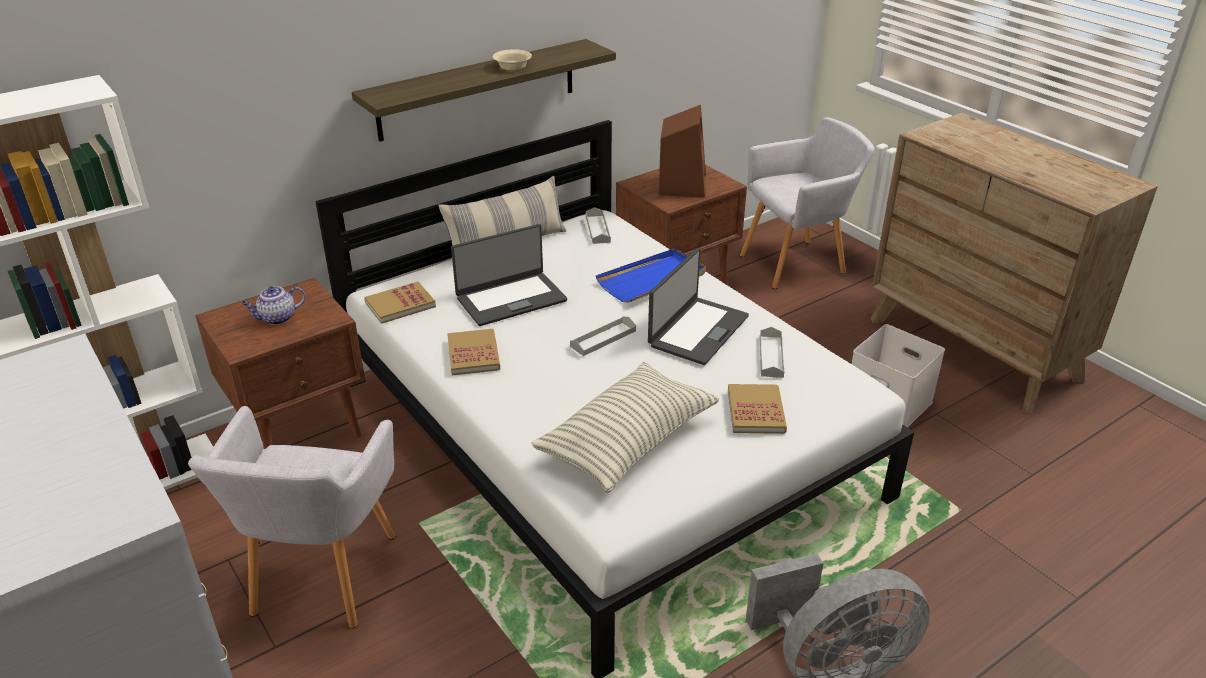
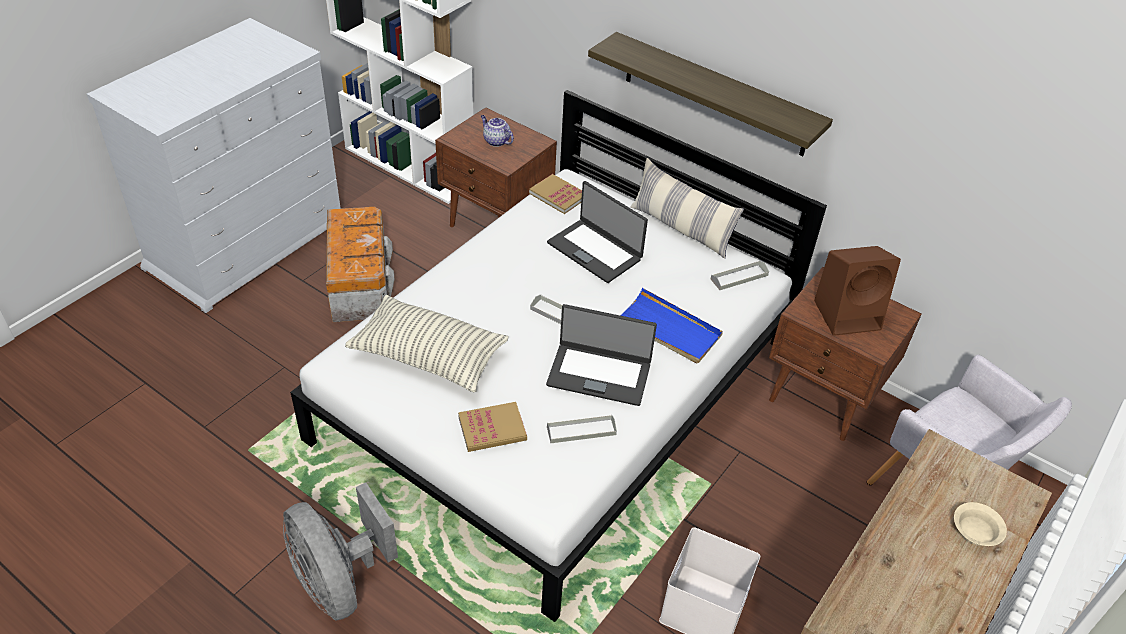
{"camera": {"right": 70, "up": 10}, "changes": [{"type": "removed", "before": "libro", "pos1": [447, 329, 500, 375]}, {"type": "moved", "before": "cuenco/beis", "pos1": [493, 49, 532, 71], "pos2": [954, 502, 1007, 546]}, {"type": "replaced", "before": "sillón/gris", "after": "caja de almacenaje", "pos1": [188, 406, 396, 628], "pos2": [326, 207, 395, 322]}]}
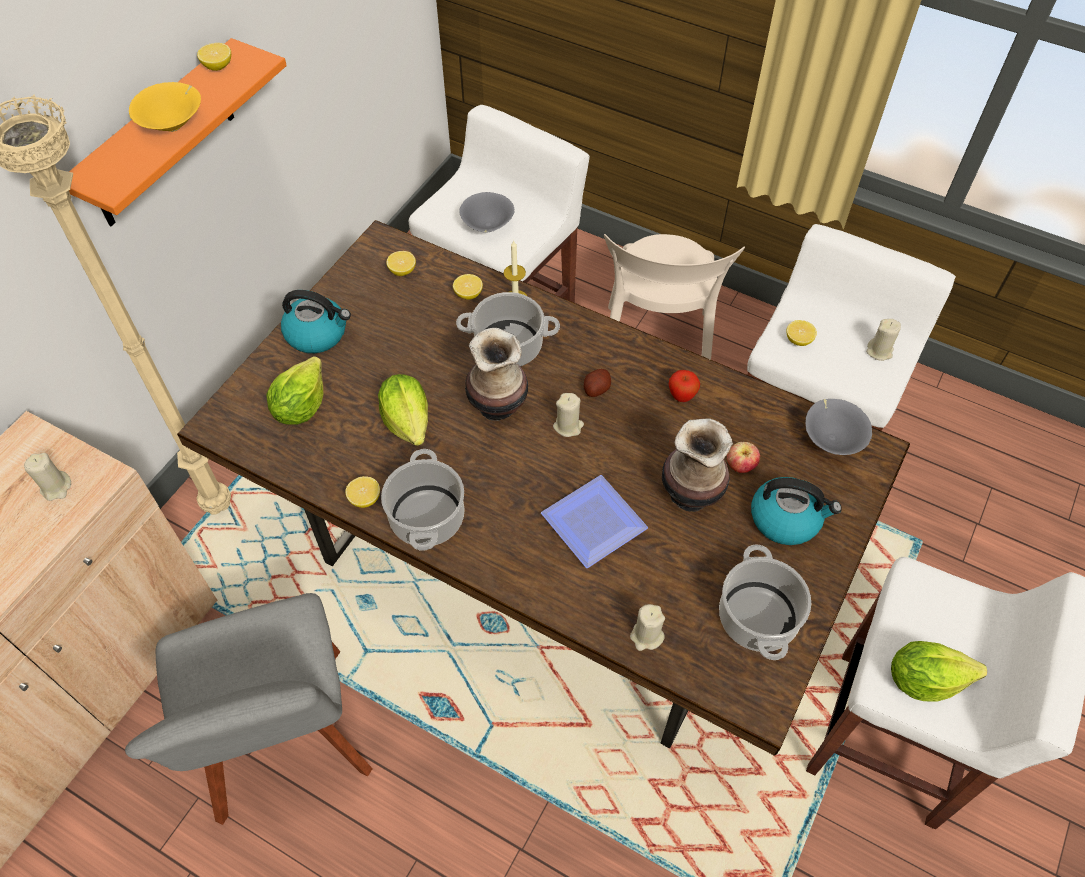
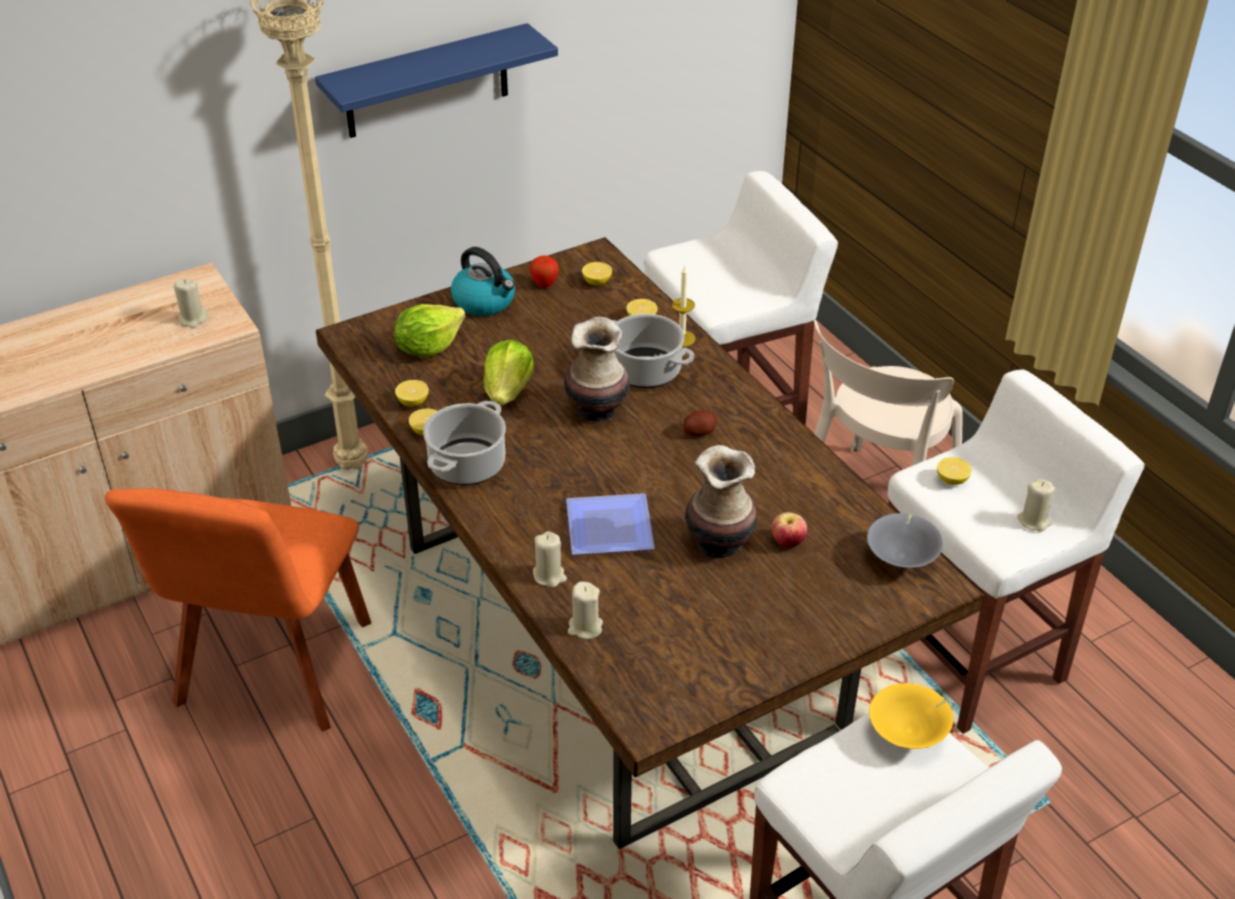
{"camera": {"right": 30, "up": -15}, "changes": [{"type": "removed", "before": "cuenco/gris", "pos1": [459, 192, 515, 233]}, {"type": "removed", "before": "olla", "pos1": [719, 544, 811, 660]}, {"type": "removed", "before": "hervidor", "pos1": [751, 477, 842, 545]}, {"type": "removed", "before": "lechuga", "pos1": [891, 641, 987, 702]}, {"type": "moved", "before": "cuenco/amarillo", "pos1": [129, 82, 201, 132], "pos2": [869, 683, 954, 749]}, {"type": "moved", "before": "limón", "pos1": [197, 43, 231, 71], "pos2": [395, 380, 429, 407]}, {"type": "moved", "before": "vela/beis", "pos1": [553, 393, 584, 437], "pos2": [533, 531, 567, 588]}, {"type": "moved", "before": "manzana", "pos1": [669, 370, 700, 402], "pos2": [530, 256, 559, 288]}, {"type": "recoloured", "before": "estante/naranja", "after": "estante/azul", "pos1": [69, 38, 287, 226], "pos2": [315, 23, 558, 138]}, {"type": "recoloured", "before": "silla/gris", "after": "silla/naranja", "pos1": [125, 593, 373, 825], "pos2": [105, 488, 371, 732]}]}
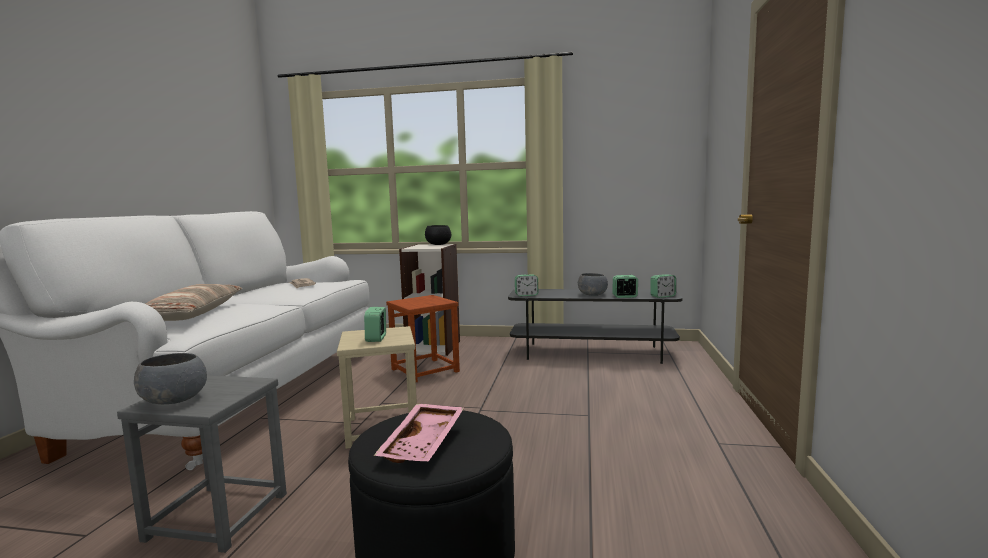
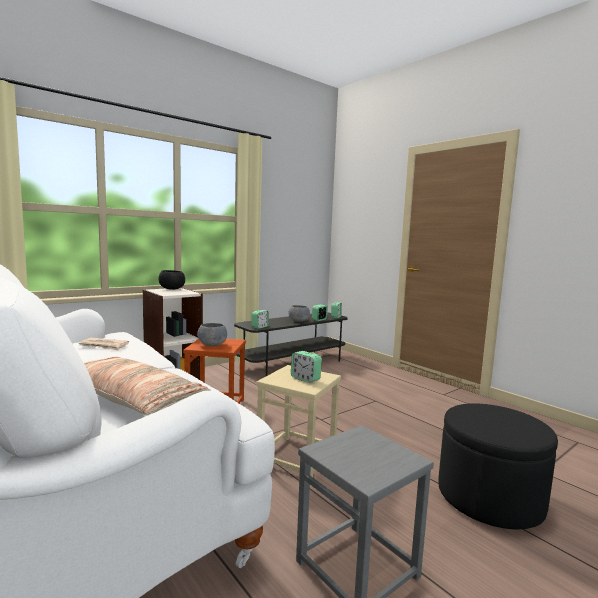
{"camera": {"right": -50, "up": 0}, "changes": [{"type": "removed", "before": "bandeja/rosa", "pos1": [374, 404, 464, 463]}, {"type": "moved", "before": "cuenco/gris", "pos1": [134, 353, 207, 404], "pos2": [197, 323, 227, 346]}]}
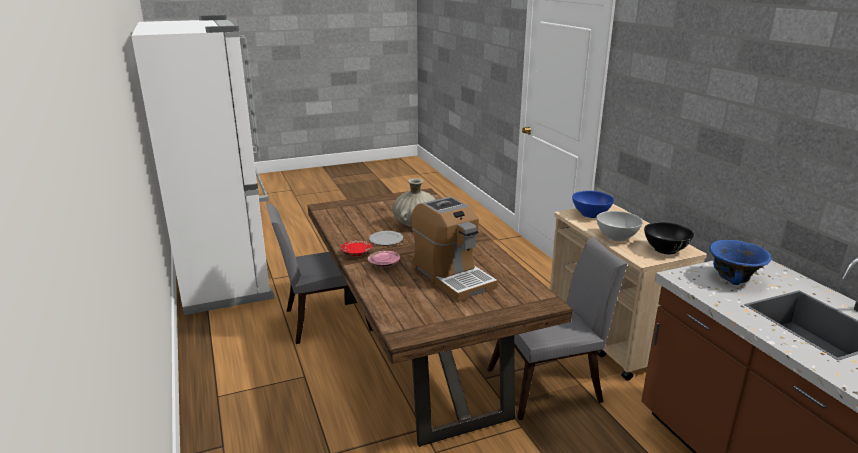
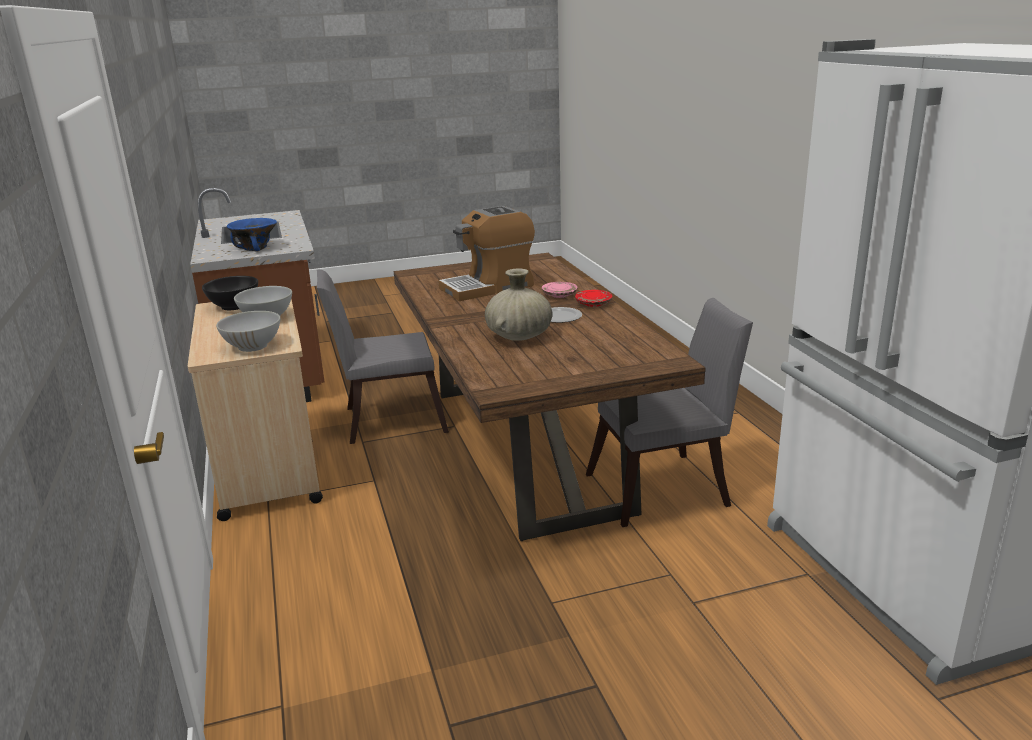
{"camera": {"right": -175, "up": 0}, "changes": [{"type": "recoloured", "before": "cuenco/azul", "after": "cuenco/blanco", "pos1": [572, 191, 614, 218], "pos2": [216, 311, 280, 352]}, {"type": "turned", "before": "cafetera", "pos1": [411, 196, 498, 301], "pos2": [438, 206, 535, 301], "turn": -90}]}
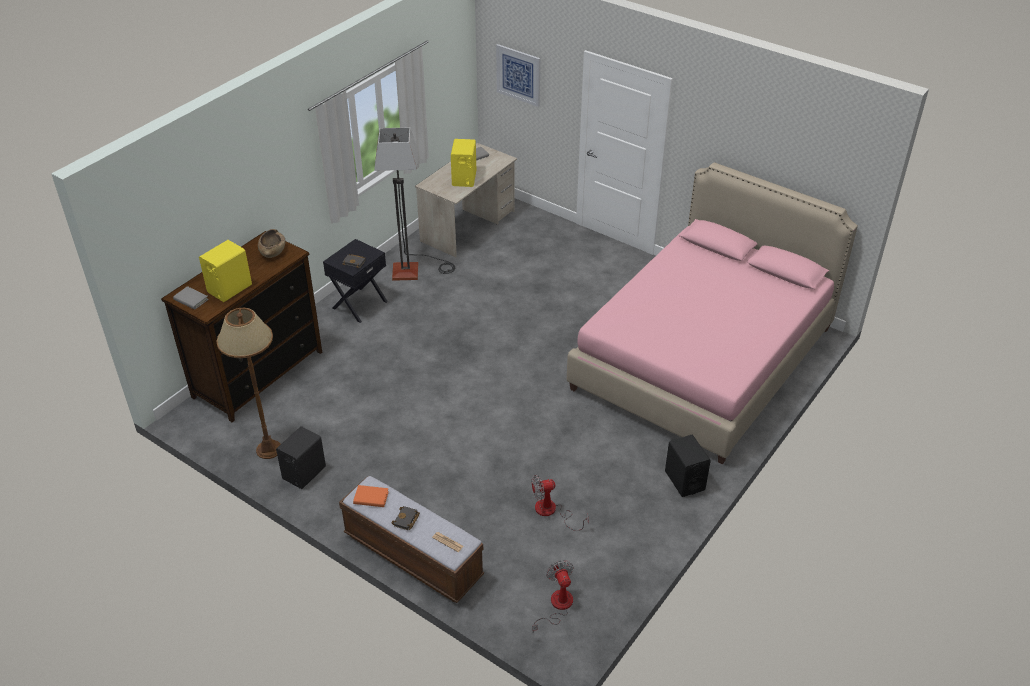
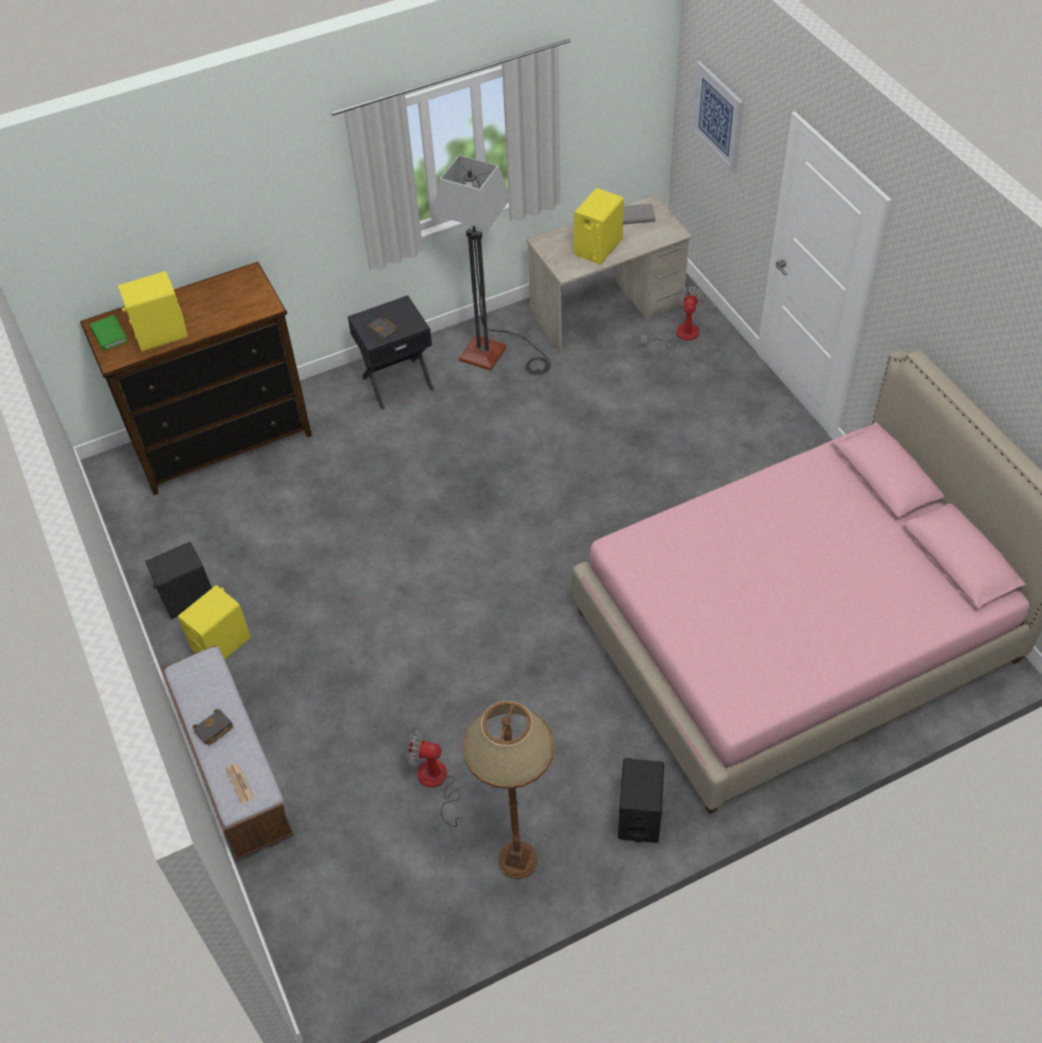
{"camera": {"right": 30, "up": 10}, "changes": [{"type": "removed", "before": "cuenco/marrón", "pos1": [258, 229, 285, 258]}, {"type": "removed", "before": "libro/naranja", "pos1": [353, 485, 389, 507]}, {"type": "added", "after": "altavoz/amarillo", "pos2": [177, 585, 251, 659]}, {"type": "moved", "before": "lámpara de pie/marrón", "pos1": [216, 308, 281, 459], "pos2": [463, 701, 555, 879]}, {"type": "moved", "before": "ventilador", "pos1": [532, 560, 574, 632], "pos2": [641, 286, 706, 349]}, {"type": "recoloured", "before": "libro/gris", "after": "libro/verde", "pos1": [173, 286, 209, 310], "pos2": [90, 315, 128, 351]}]}
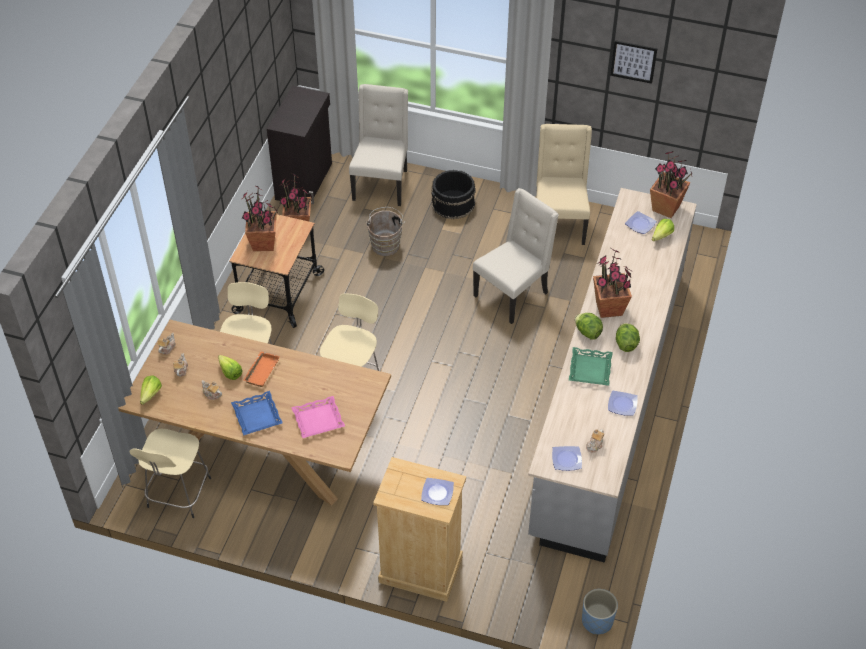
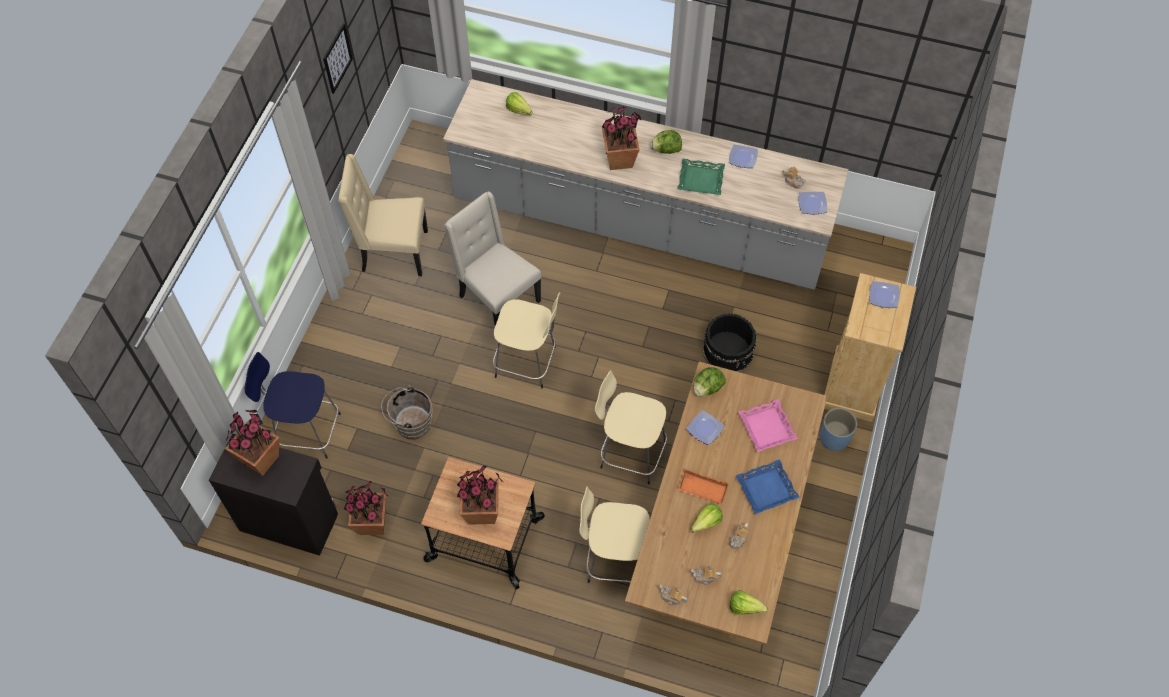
{"camera": {"right": -90, "up": 10}, "changes": [{"type": "moved", "before": "taburete/beis", "pos1": [129, 429, 211, 518], "pos2": [493, 292, 560, 388]}, {"type": "moved", "before": "cubo/negro", "pos1": [431, 170, 476, 219], "pos2": [702, 313, 757, 372]}, {"type": "moved", "before": "lechuga", "pos1": [575, 313, 603, 340], "pos2": [693, 367, 726, 397]}, {"type": "moved", "before": "maceta/azul", "pos1": [582, 589, 618, 635], "pos2": [820, 408, 857, 451]}, {"type": "moved", "before": "plato", "pos1": [625, 211, 657, 234], "pos2": [686, 410, 725, 445]}, {"type": "moved", "before": "planta en maceta", "pos1": [650, 151, 692, 218], "pos2": [225, 410, 279, 476]}, {"type": "replaced", "before": "silla/beis", "after": "taburete/azul", "pos1": [349, 84, 408, 206], "pos2": [245, 352, 341, 459]}]}
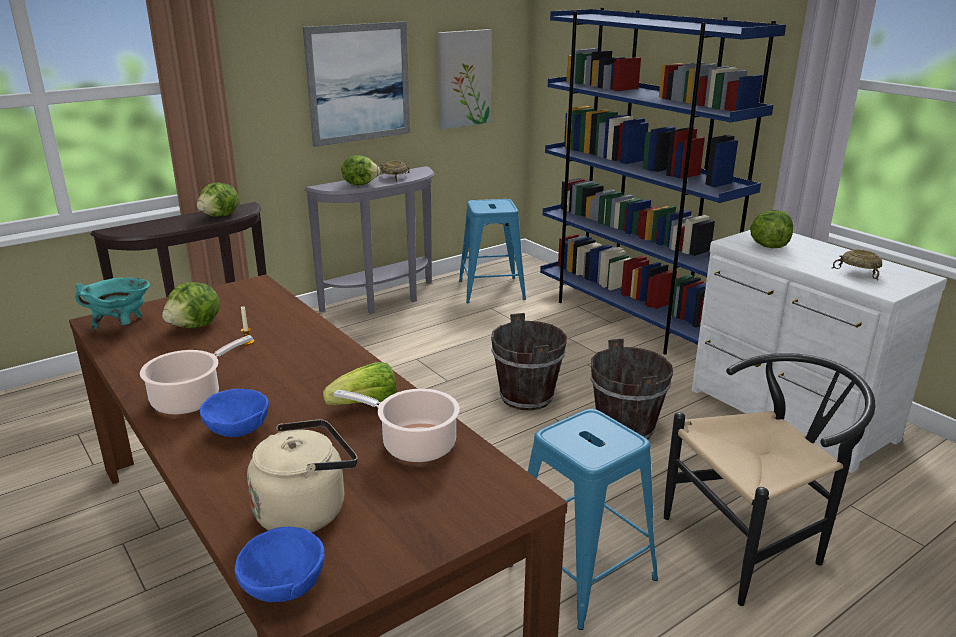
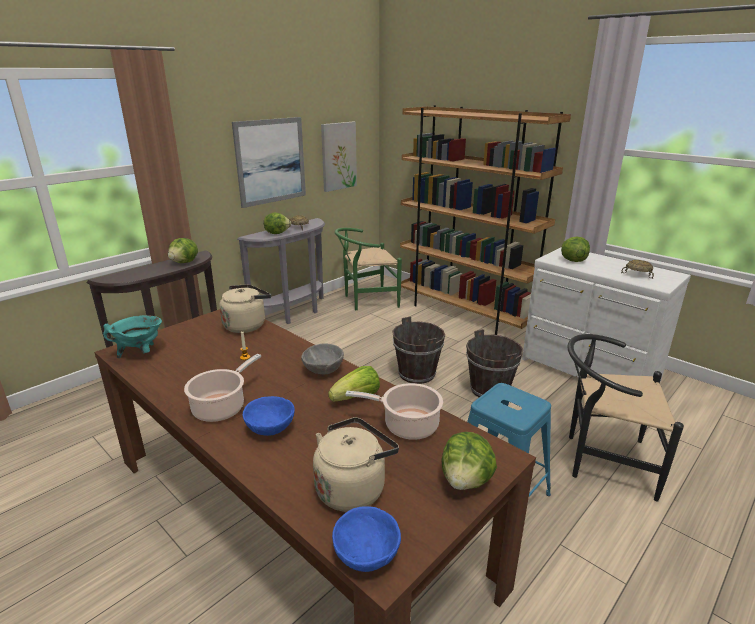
{"camera": {"right": -10, "up": 0}, "changes": [{"type": "added", "after": "hervidor/beis", "pos2": [219, 284, 271, 333]}, {"type": "added", "after": "cuenco/gris", "pos2": [301, 343, 344, 374]}, {"type": "moved", "before": "lechuga", "pos1": [162, 282, 220, 328], "pos2": [442, 432, 497, 490]}, {"type": "replaced", "before": "taburete/azul", "after": "silla/verde", "pos1": [459, 199, 526, 303], "pos2": [335, 228, 402, 310]}, {"type": "recoloured", "before": "estantería/azul", "after": "estantería/marrón", "pos1": [540, 8, 786, 354], "pos2": [400, 105, 571, 335]}, {"type": "turned", "before": "silla/negro", "pos1": [664, 353, 875, 606], "pos2": [567, 334, 684, 502], "turn": -135}]}
